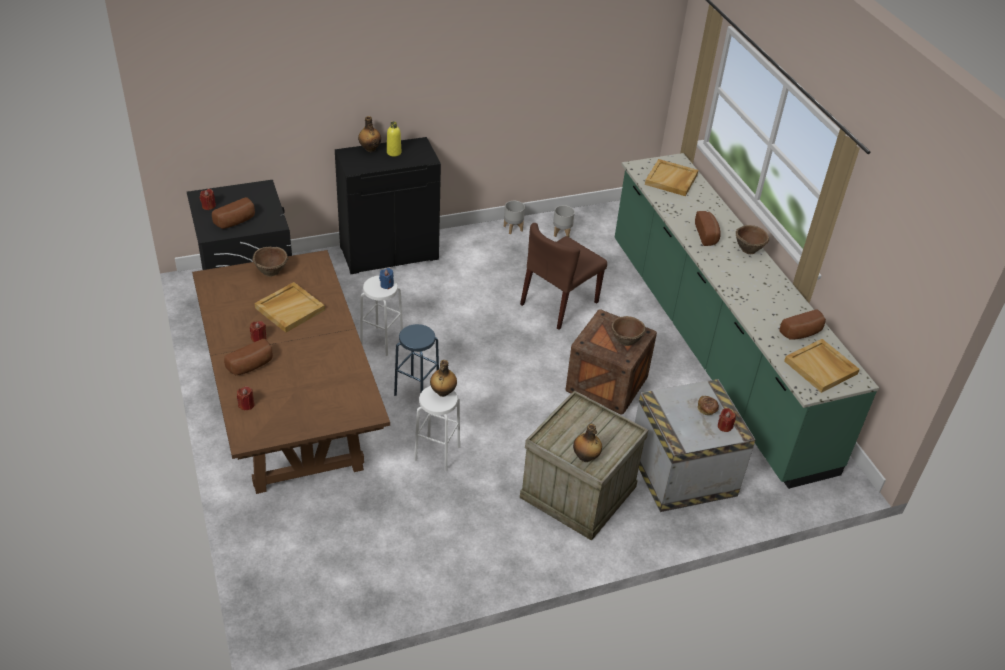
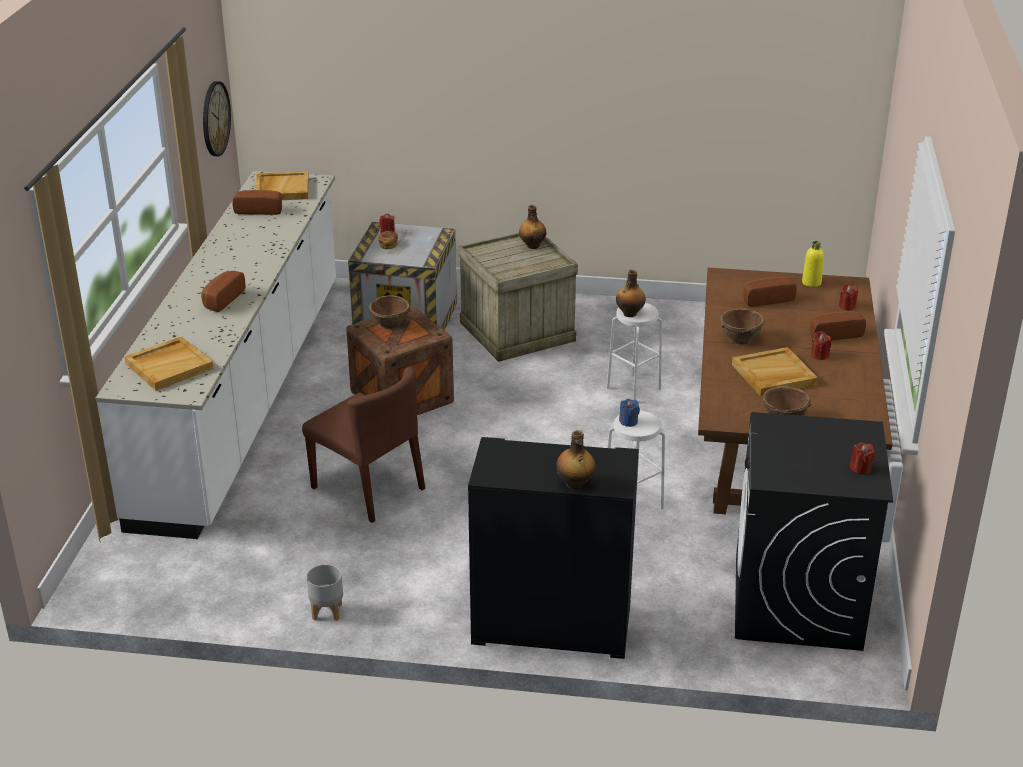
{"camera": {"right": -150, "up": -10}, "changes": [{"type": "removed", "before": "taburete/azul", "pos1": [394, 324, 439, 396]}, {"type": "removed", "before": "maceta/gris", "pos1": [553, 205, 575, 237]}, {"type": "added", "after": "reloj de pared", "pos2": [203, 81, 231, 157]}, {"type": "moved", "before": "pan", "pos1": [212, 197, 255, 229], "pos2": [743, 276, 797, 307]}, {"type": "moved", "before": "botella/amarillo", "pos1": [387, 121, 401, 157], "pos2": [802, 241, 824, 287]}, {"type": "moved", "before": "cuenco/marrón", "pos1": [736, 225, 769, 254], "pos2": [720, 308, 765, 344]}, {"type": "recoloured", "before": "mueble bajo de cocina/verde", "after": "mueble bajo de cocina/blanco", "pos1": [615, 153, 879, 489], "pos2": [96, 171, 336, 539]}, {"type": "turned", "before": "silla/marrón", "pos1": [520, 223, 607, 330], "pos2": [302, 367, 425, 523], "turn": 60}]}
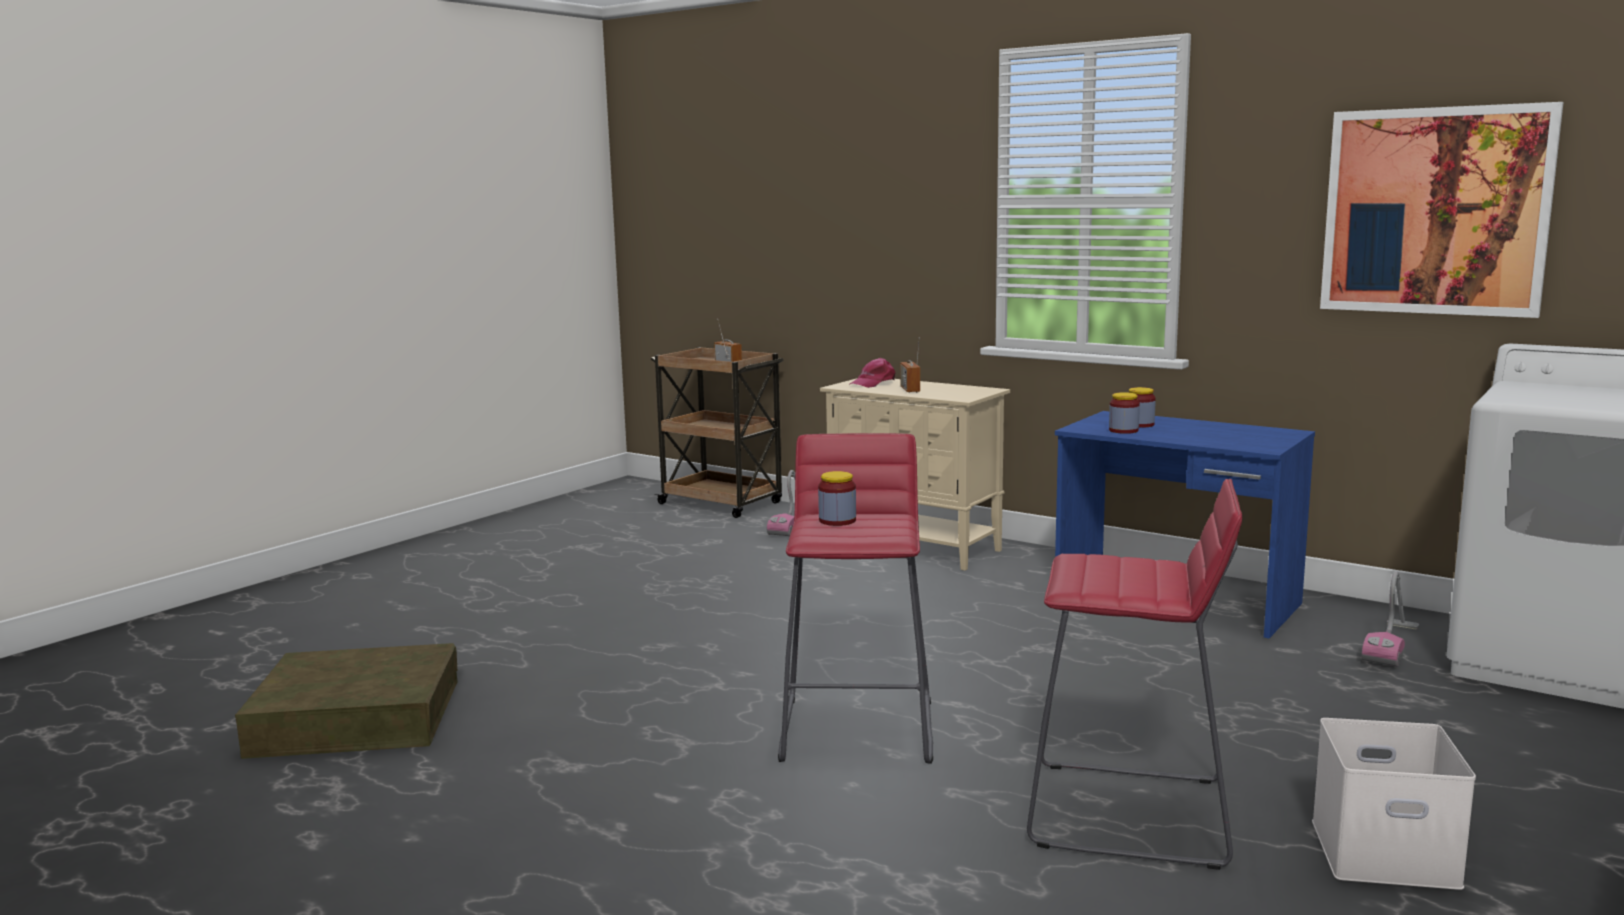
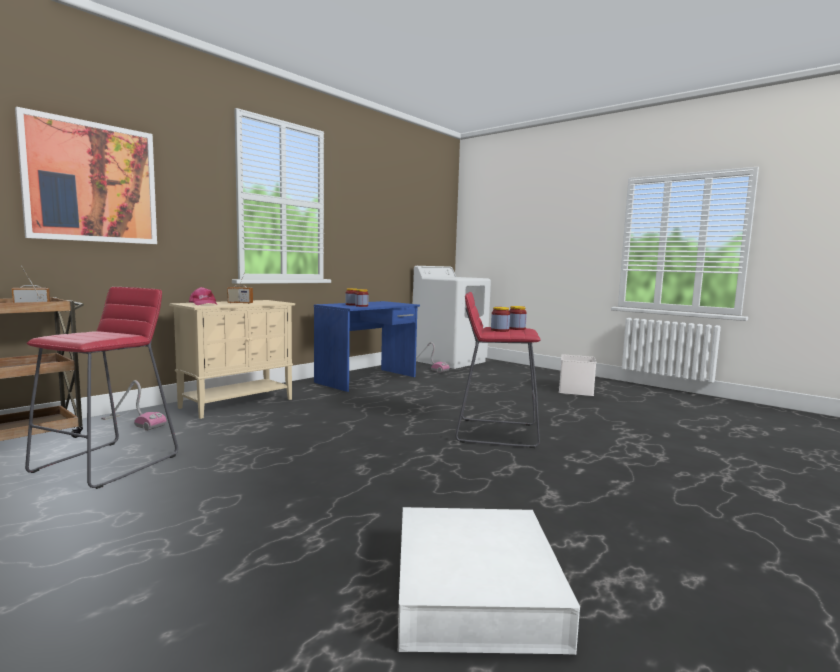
{"camera": {"right": -85, "up": -5}, "changes": [{"type": "added", "after": "tarro", "pos2": [509, 306, 527, 330]}, {"type": "moved", "before": "taburete/rojo", "pos1": [1027, 479, 1242, 870], "pos2": [25, 287, 178, 489]}, {"type": "moved", "before": "cuadro", "pos1": [1320, 102, 1563, 318], "pos2": [15, 106, 157, 244]}, {"type": "recoloured", "before": "caja de almacenaje/marrón", "after": "caja de almacenaje/blanco", "pos1": [235, 643, 458, 759], "pos2": [398, 507, 580, 655]}]}
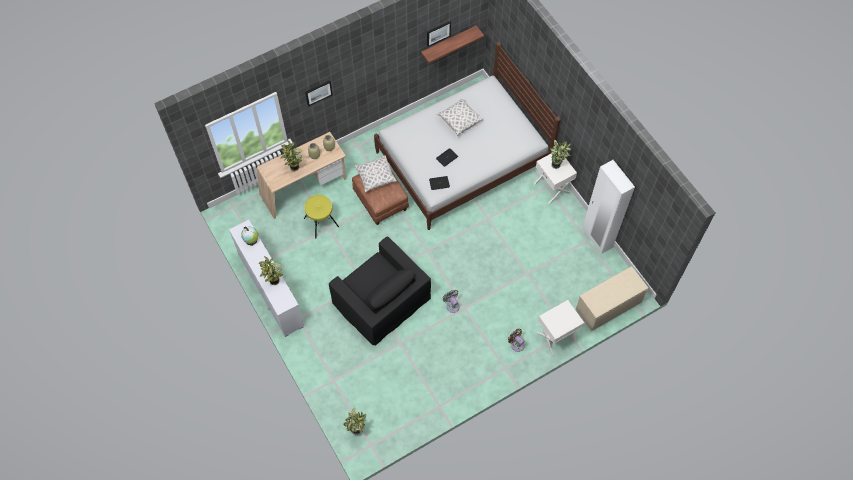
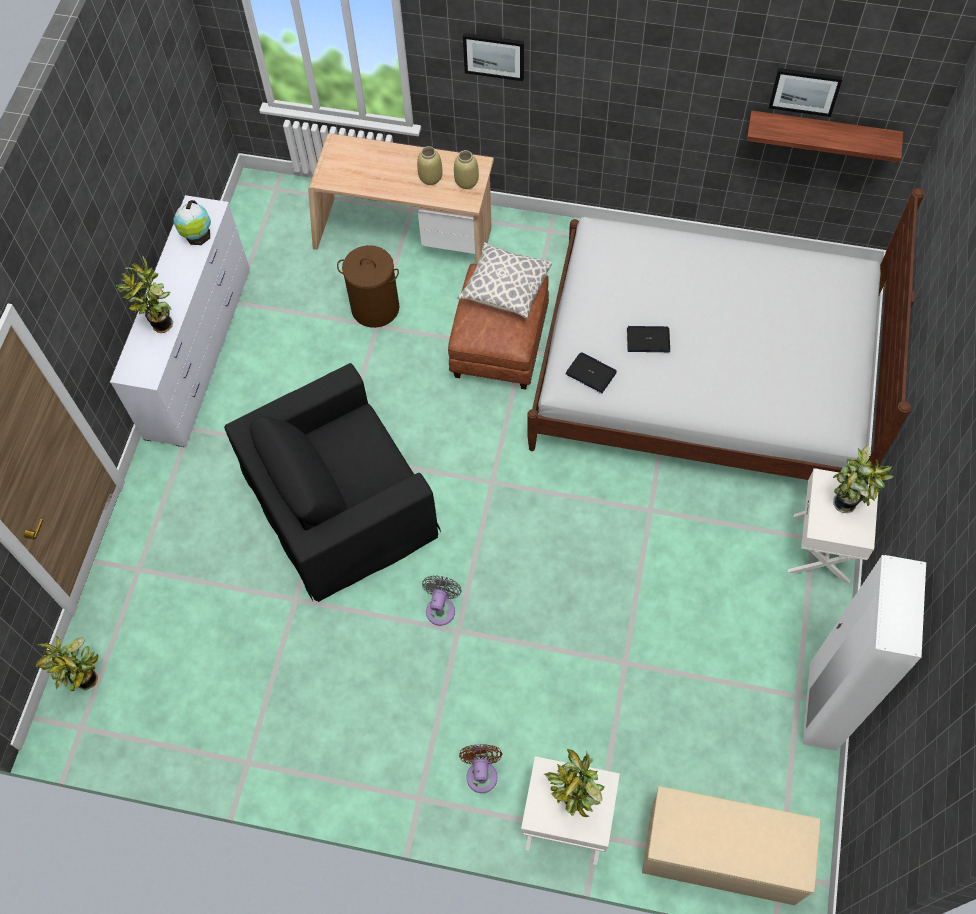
{"camera": {"right": 45, "up": 0}, "changes": [{"type": "removed", "before": "cojín", "pos1": [437, 97, 483, 136]}, {"type": "moved", "before": "planta en maceta", "pos1": [280, 140, 302, 171], "pos2": [544, 749, 605, 817]}, {"type": "replaced", "before": "taburete/amarillo", "after": "cesto de la ropa/marrón", "pos1": [304, 195, 339, 238], "pos2": [337, 245, 399, 328]}, {"type": "turned", "before": "sillón/negro", "pos1": [329, 236, 431, 346], "pos2": [224, 363, 441, 602], "turn": 60}]}
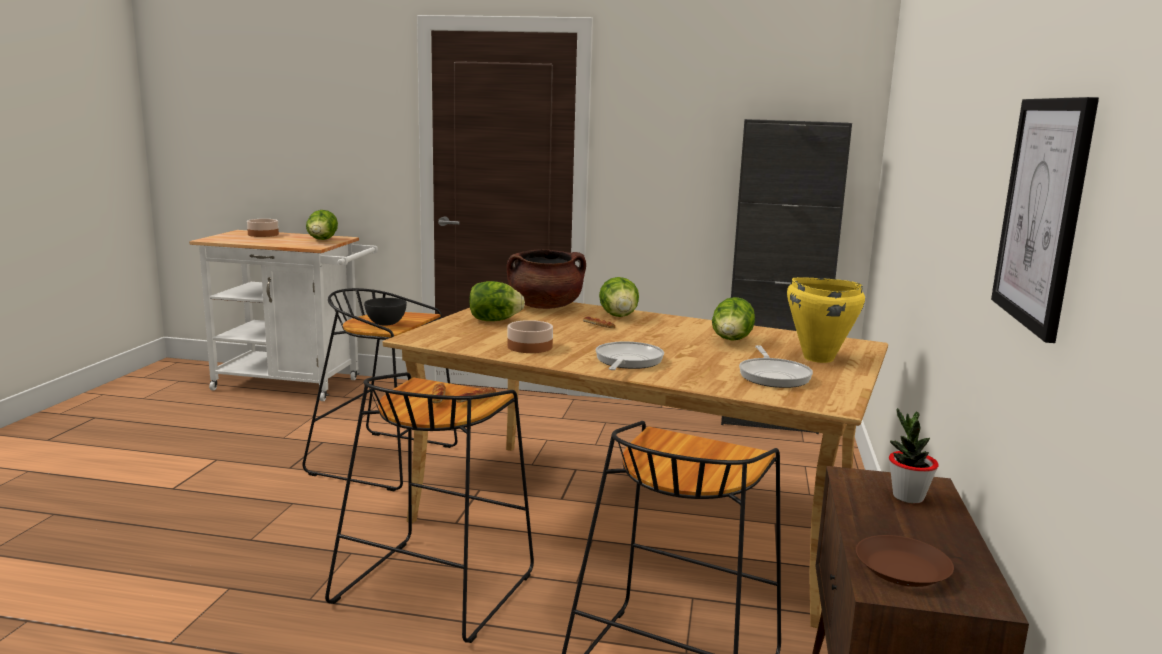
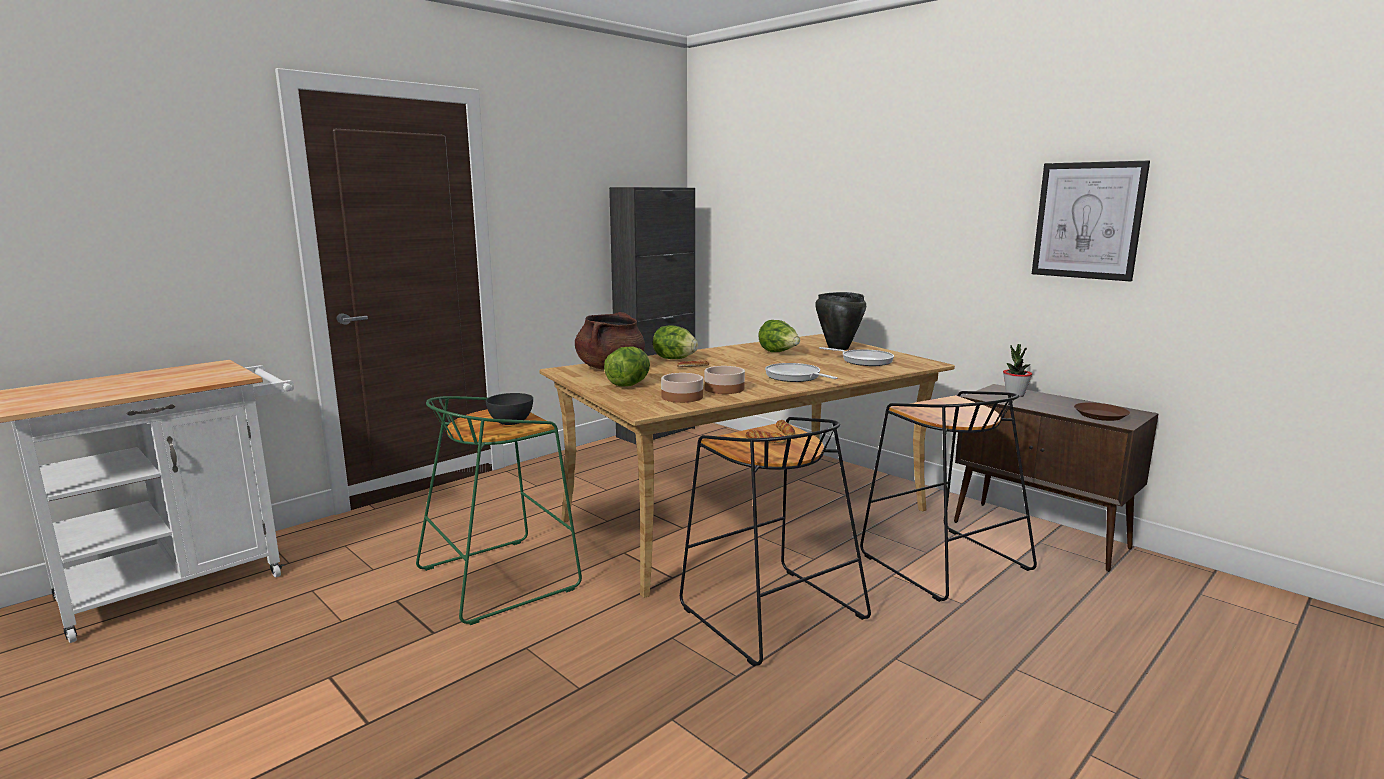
{"camera": {"right": -55, "up": 0}, "changes": [{"type": "removed", "before": "lechuga", "pos1": [306, 210, 338, 240]}, {"type": "moved", "before": "cuenco", "pos1": [247, 219, 279, 237], "pos2": [661, 373, 703, 403]}, {"type": "recoloured", "before": "taburete/negro", "after": "taburete/verde", "pos1": [302, 288, 457, 491], "pos2": [416, 396, 582, 625]}, {"type": "recoloured", "before": "olla/amarillo", "after": "olla/negro", "pos1": [787, 277, 865, 363], "pos2": [815, 292, 866, 350]}]}
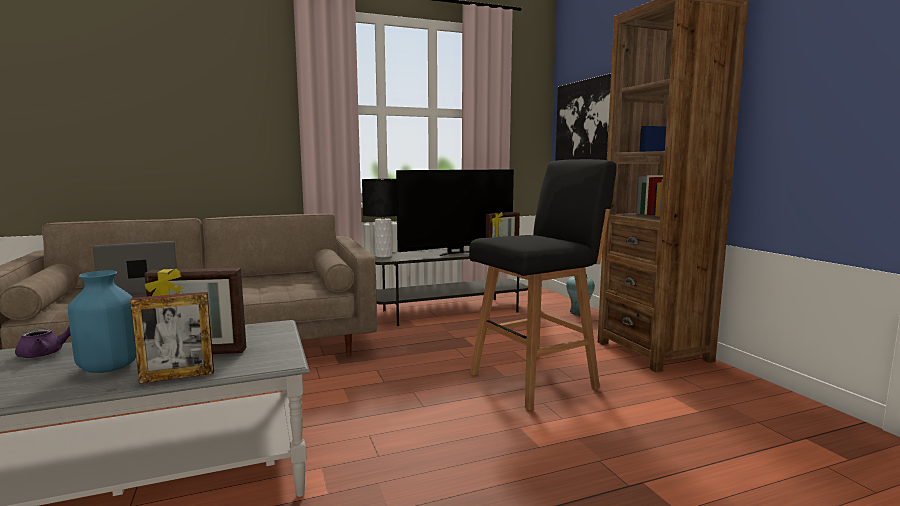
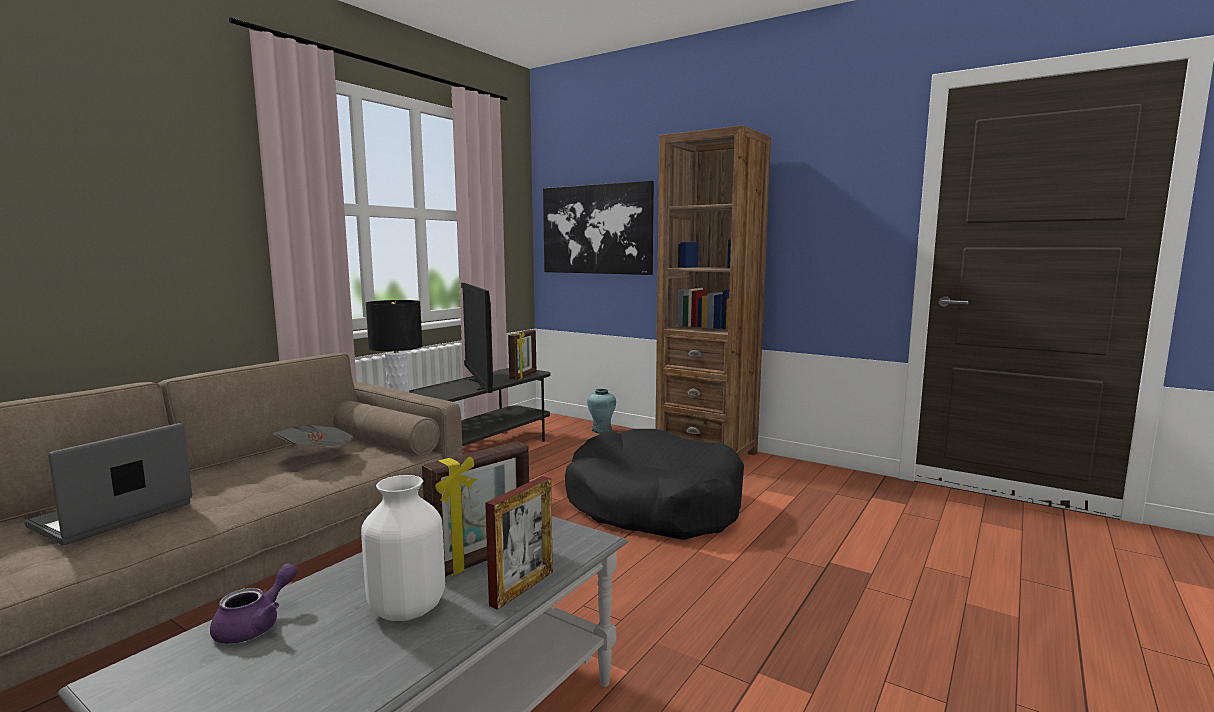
{"camera": {"right": -35, "up": 0}, "changes": [{"type": "added", "after": "periódico", "pos2": [272, 425, 354, 446]}, {"type": "replaced", "before": "taburete/negro", "after": "cama para perro/negro", "pos1": [469, 159, 617, 410], "pos2": [565, 429, 744, 540]}, {"type": "recoloured", "before": "florero/azul", "after": "florero/blanco", "pos1": [68, 271, 136, 373], "pos2": [361, 475, 445, 621]}, {"type": "turned", "before": "televisor", "pos1": [396, 169, 514, 256], "pos2": [461, 283, 493, 393], "turn": 135}]}
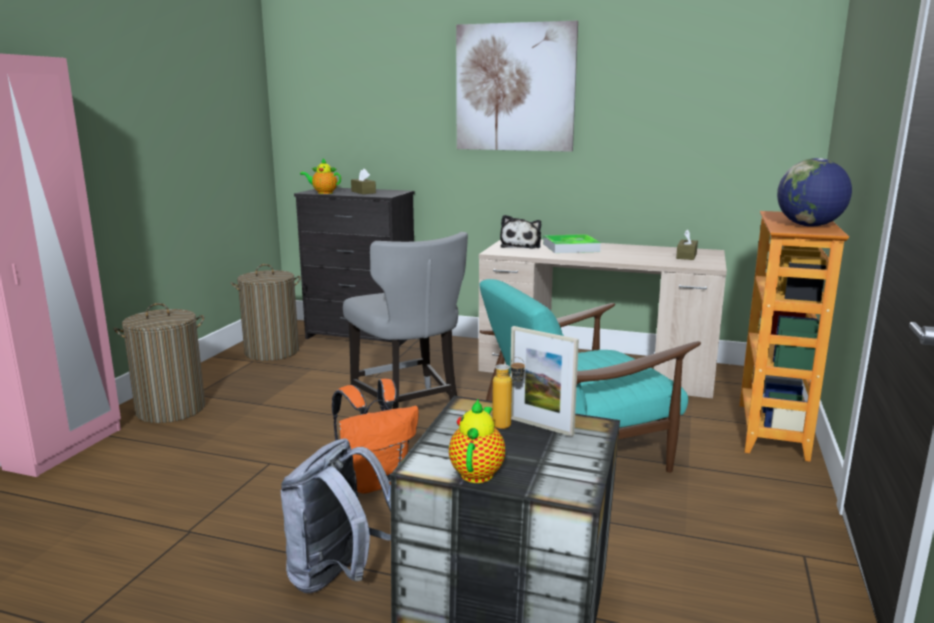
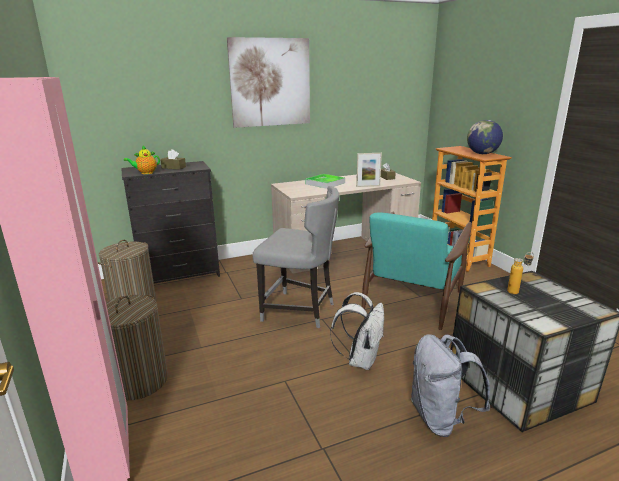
{"camera": {"right": -40, "up": 5}, "changes": [{"type": "removed", "before": "tetera", "pos1": [449, 400, 505, 483]}, {"type": "removed", "before": "peluche", "pos1": [500, 215, 541, 249]}, {"type": "moved", "before": "portarretratos", "pos1": [510, 326, 579, 436], "pos2": [356, 153, 382, 187]}, {"type": "recoloured", "before": "mochila/naranja", "after": "mochila/blanco", "pos1": [332, 378, 419, 494], "pos2": [330, 292, 384, 370]}]}
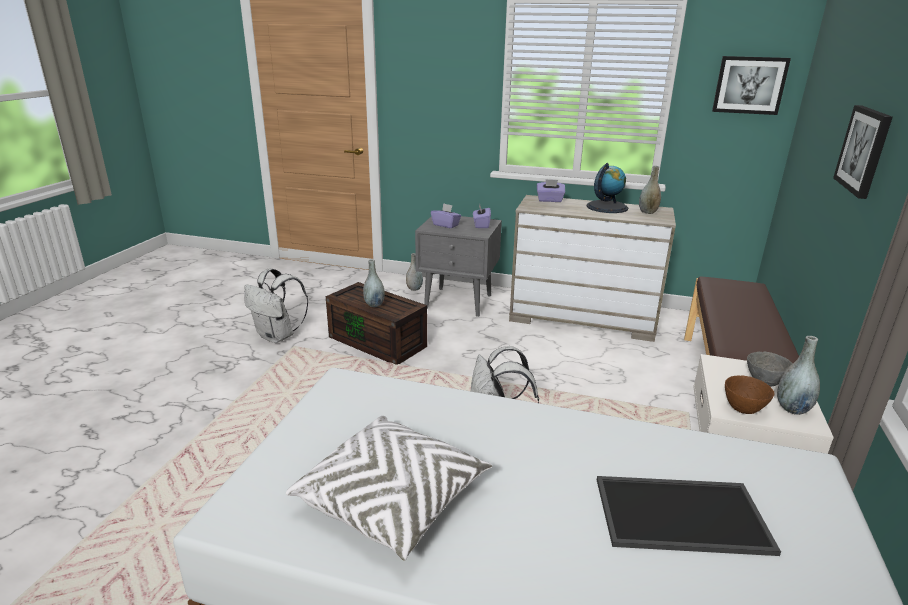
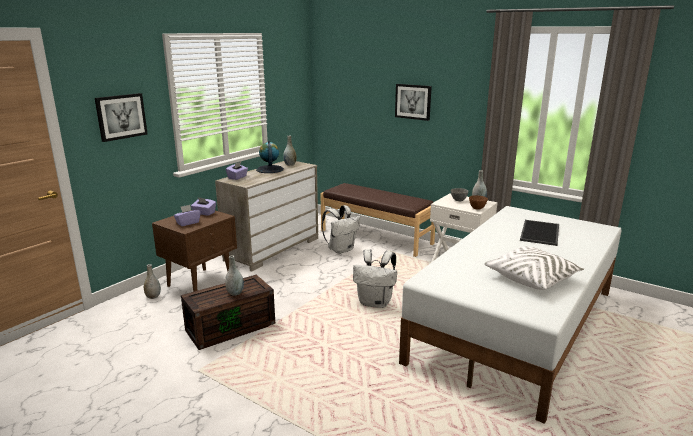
{"camera": {"right": -70, "up": -5}, "changes": [{"type": "moved", "before": "mochila/blanco", "pos1": [244, 268, 308, 343], "pos2": [322, 205, 361, 254]}, {"type": "moved", "before": "cuadro", "pos1": [712, 56, 791, 115], "pos2": [95, 93, 148, 142]}, {"type": "recoloured", "before": "mesita de noche/gris", "after": "mesita de noche/marrón", "pos1": [415, 216, 502, 317], "pos2": [152, 210, 237, 292]}]}
